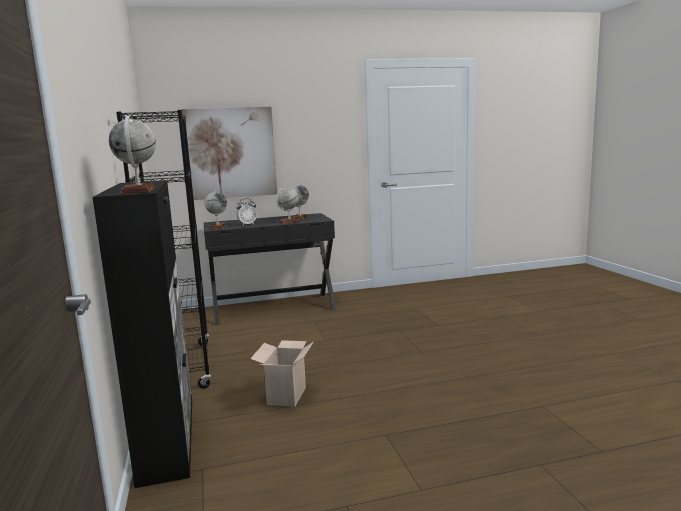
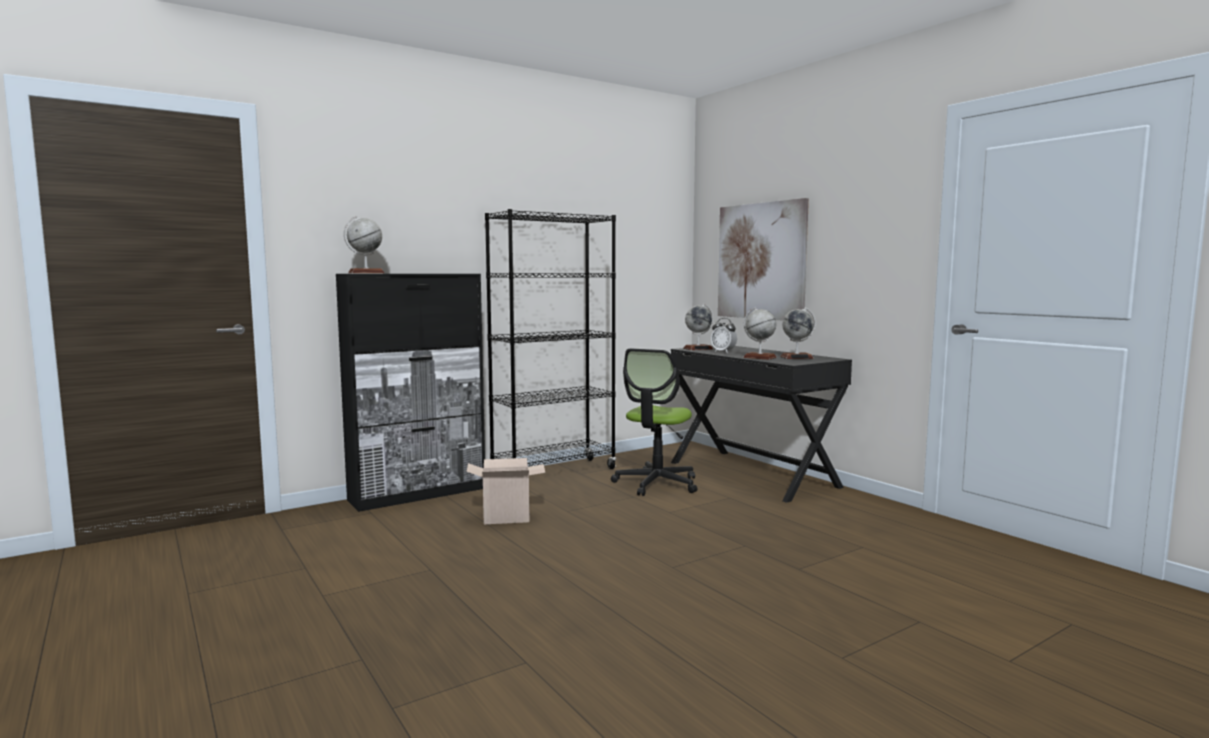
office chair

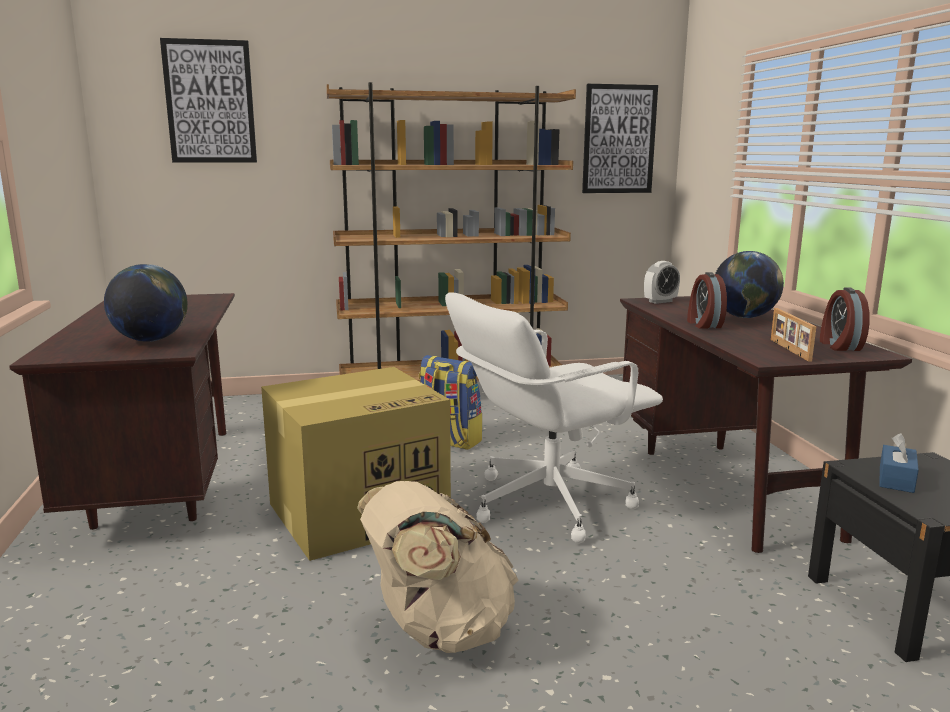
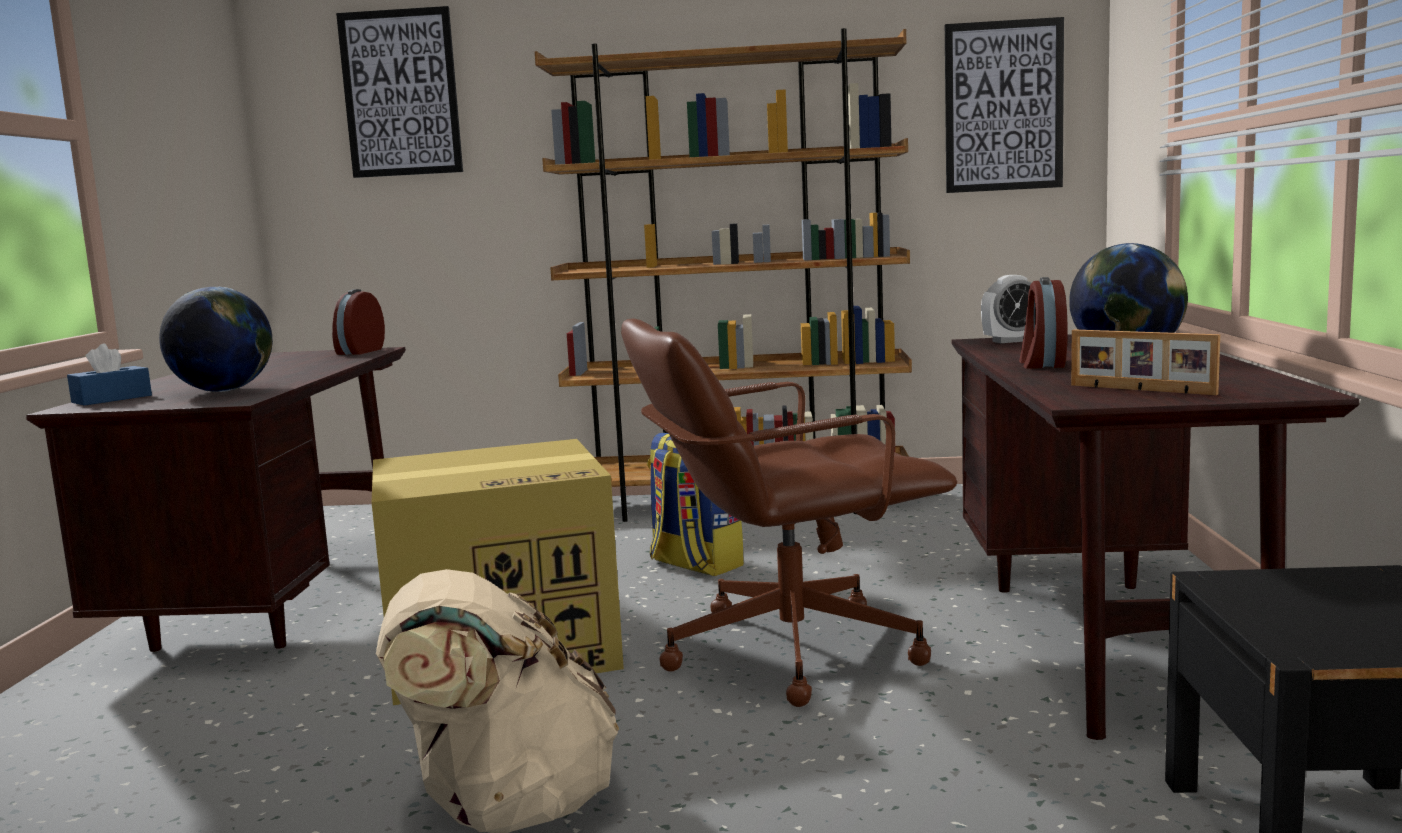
office chair/brown
picture frame
alarm clock (1st from left)
tissue box/blue

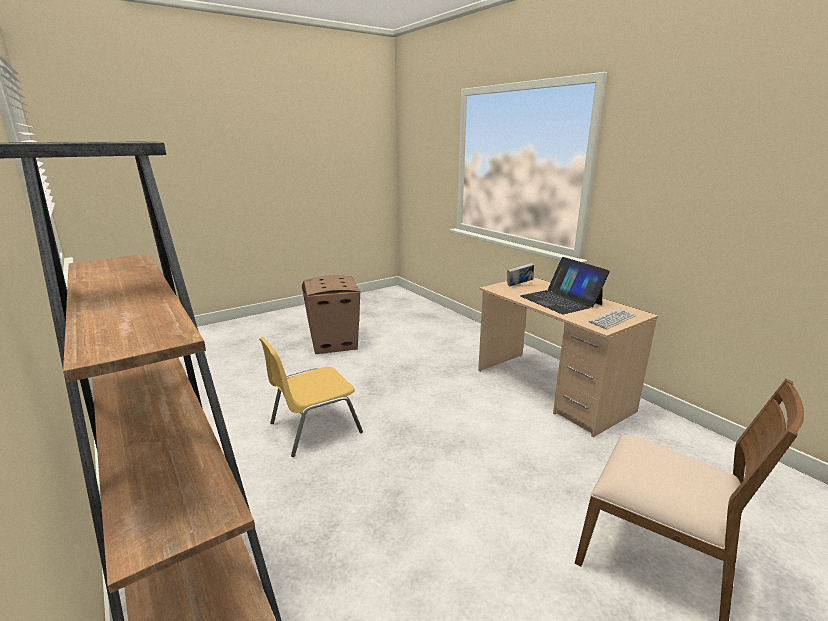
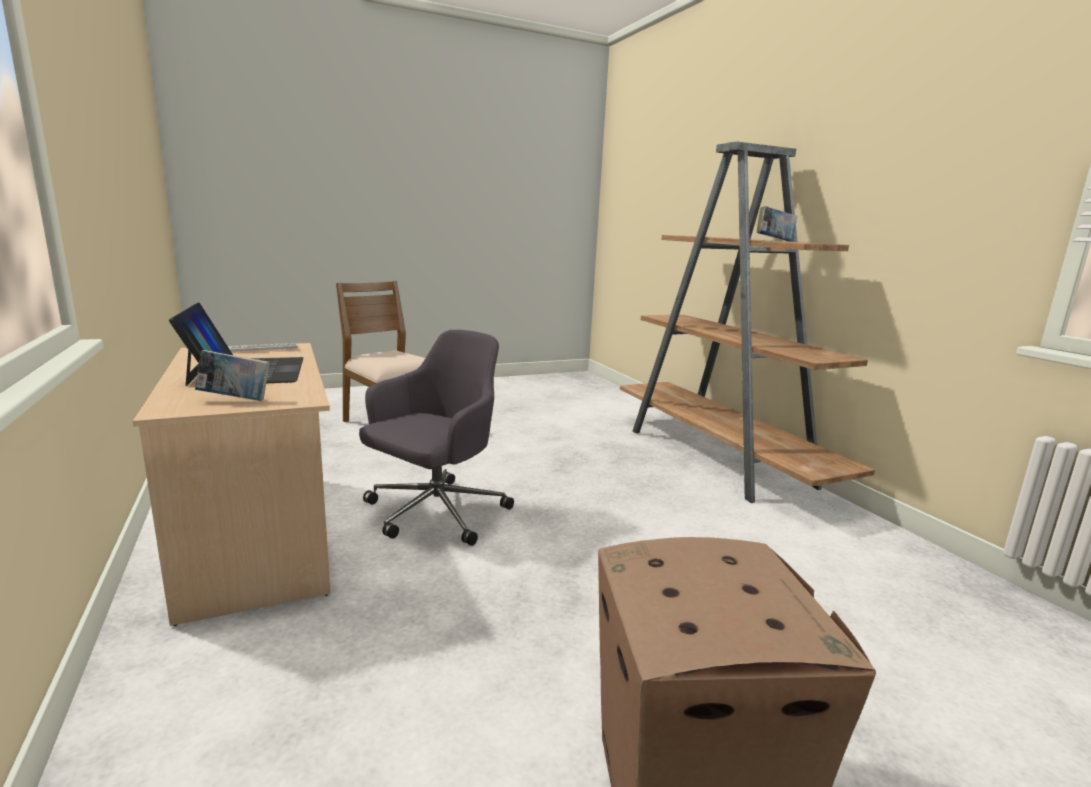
chair/yellow
office chair/grey
book (2nd from left)

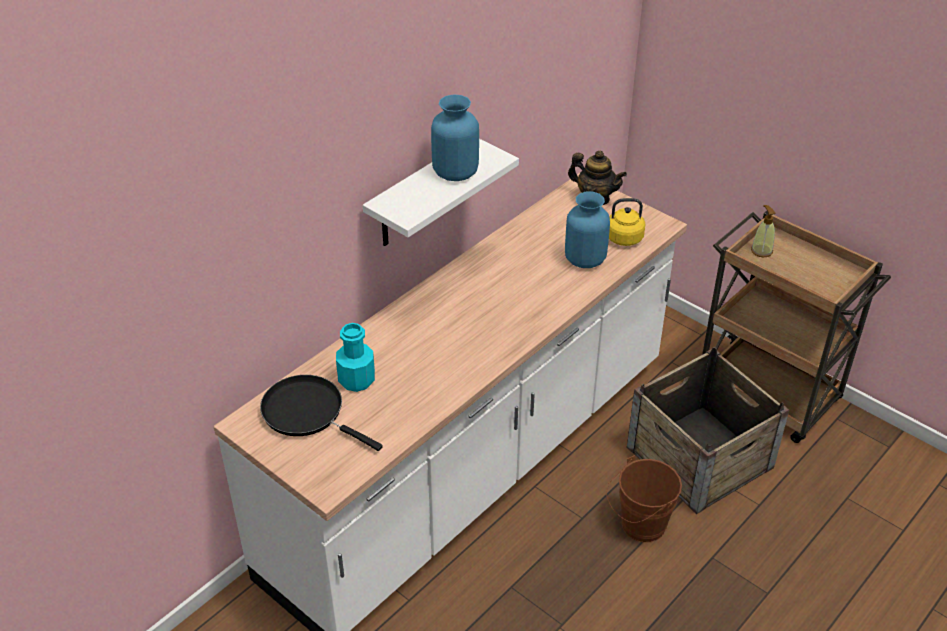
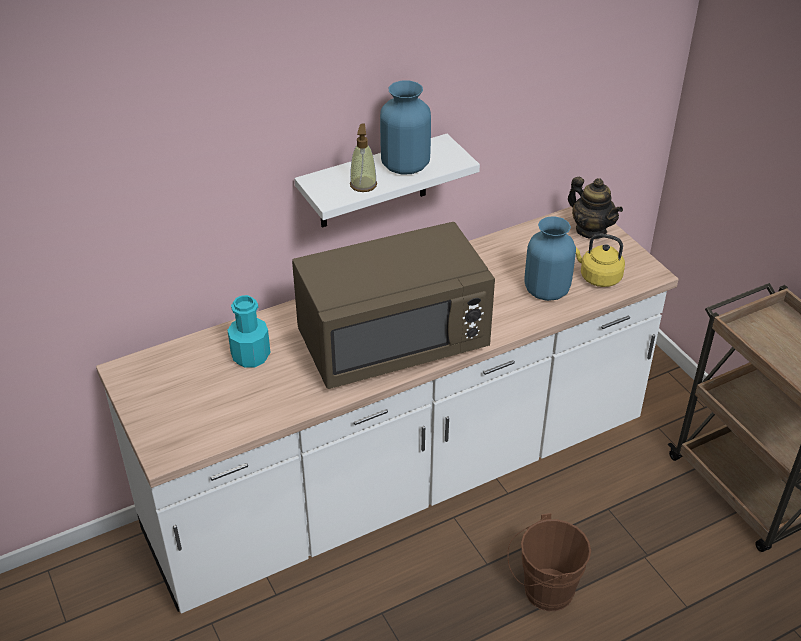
frying pan/black
crate
soap dispenser
microwave/brown

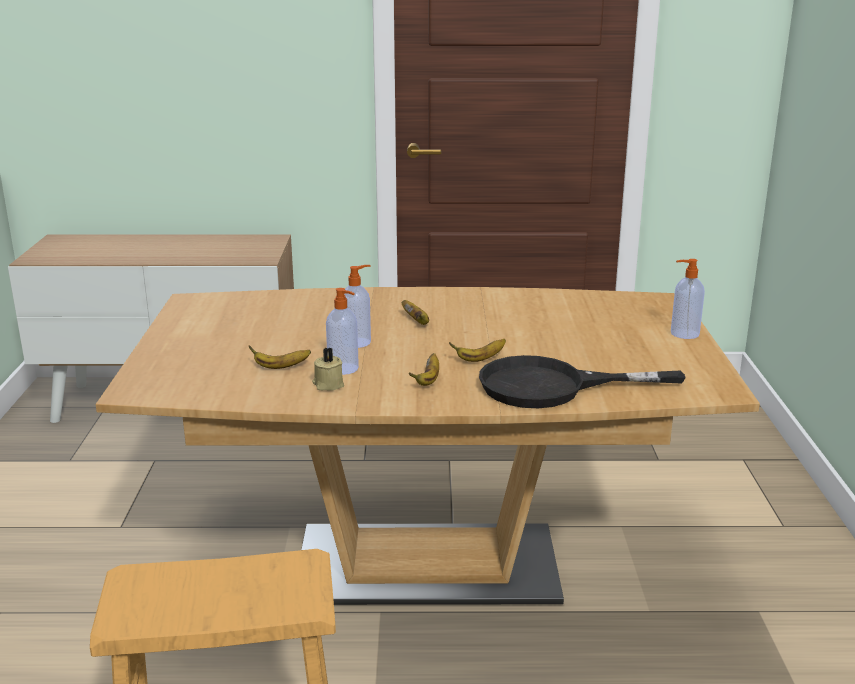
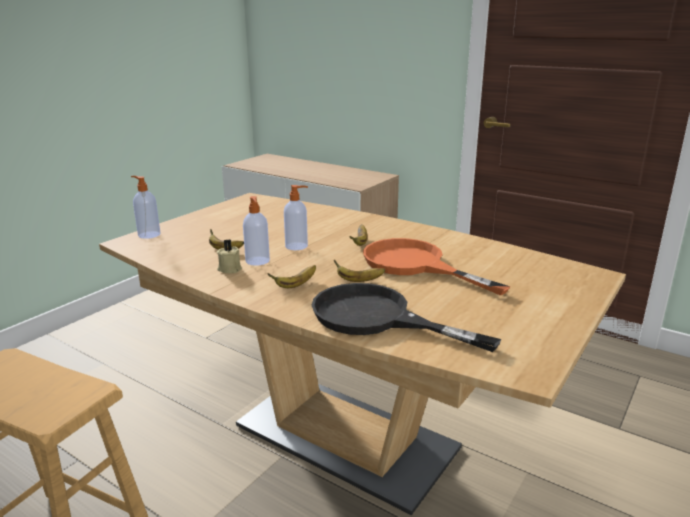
soap dispenser (1st from left)
frying pan/orange

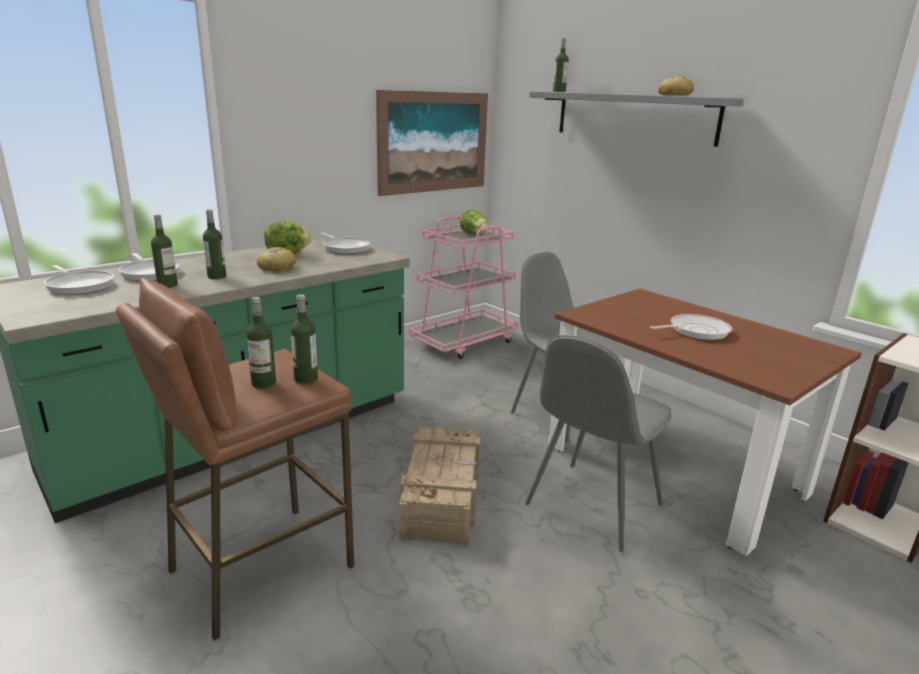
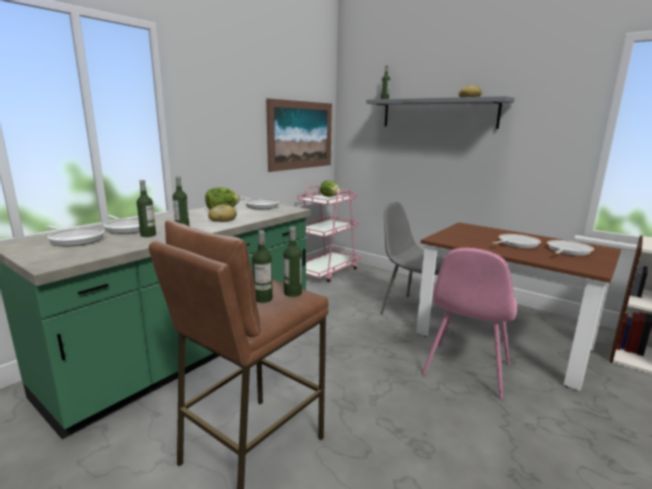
crate
chair/pink
frying pan (5th from left)

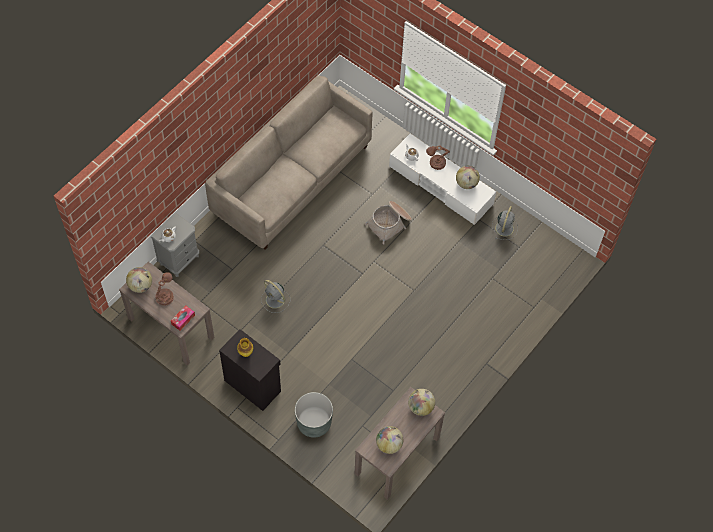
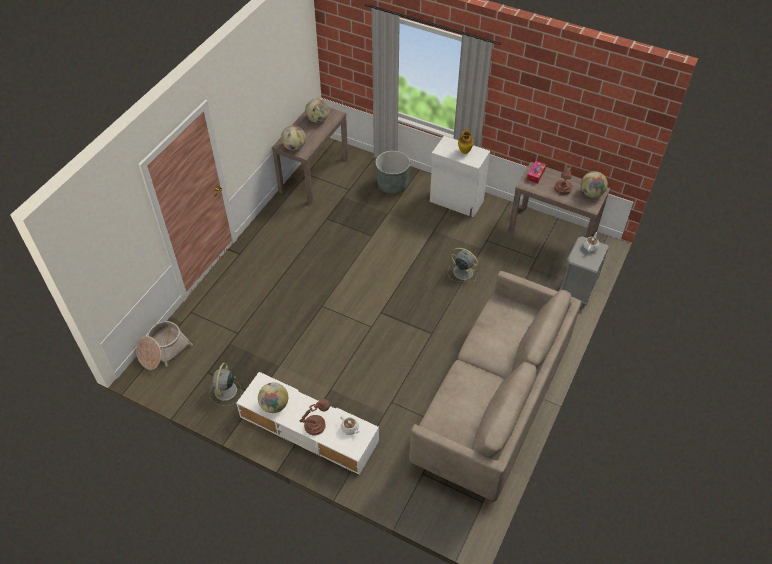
cabinet/white
basket

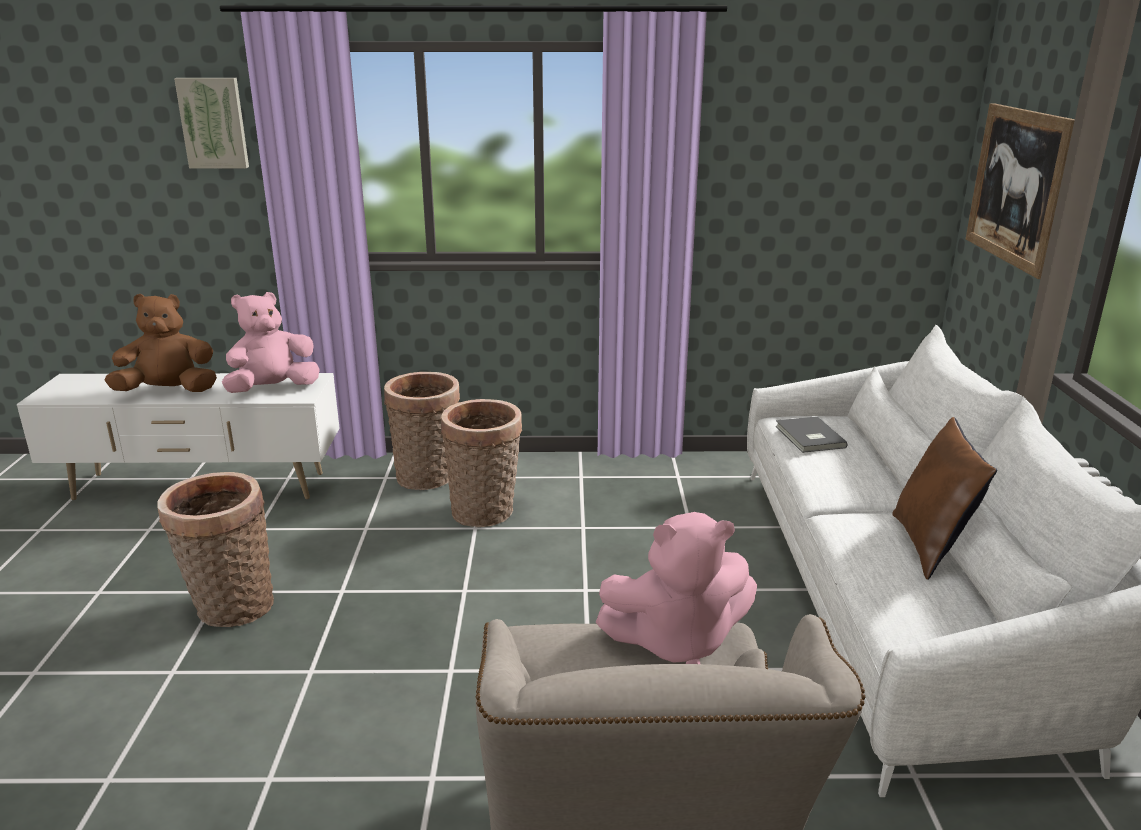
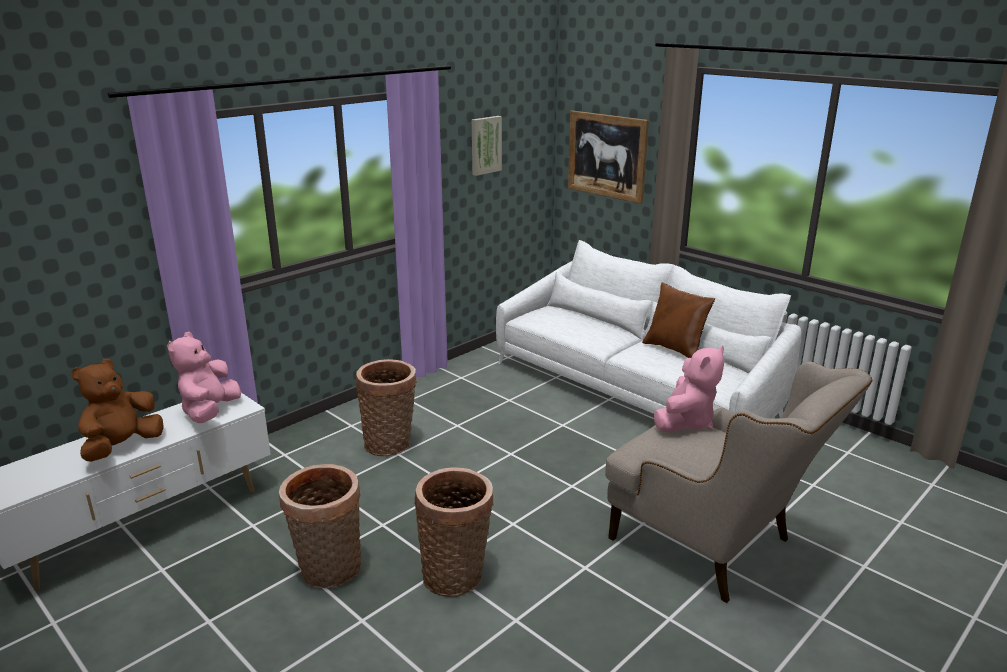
picture (1st from left)
basket (3rd from left)
book/grey

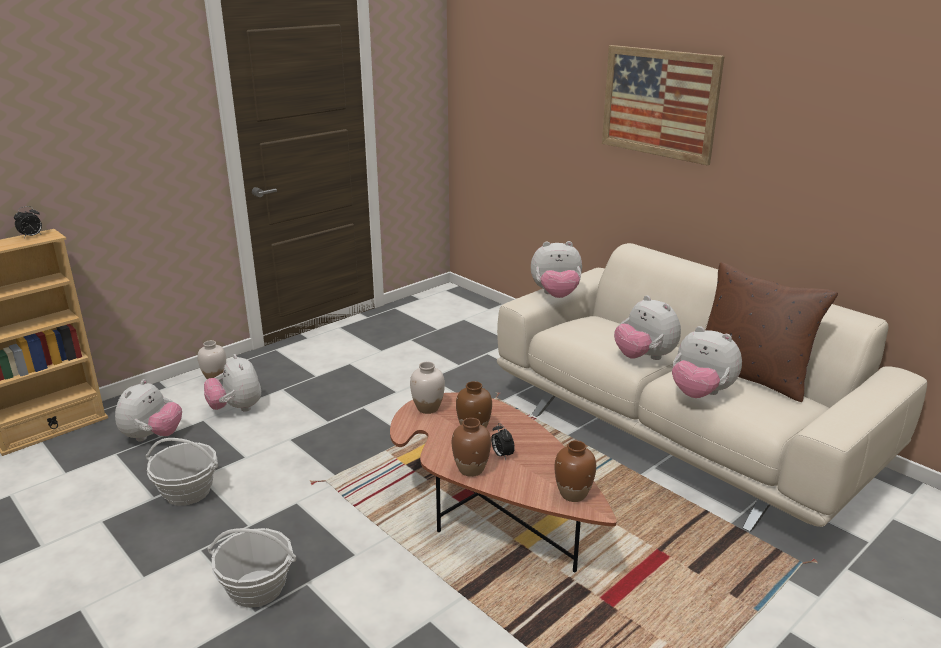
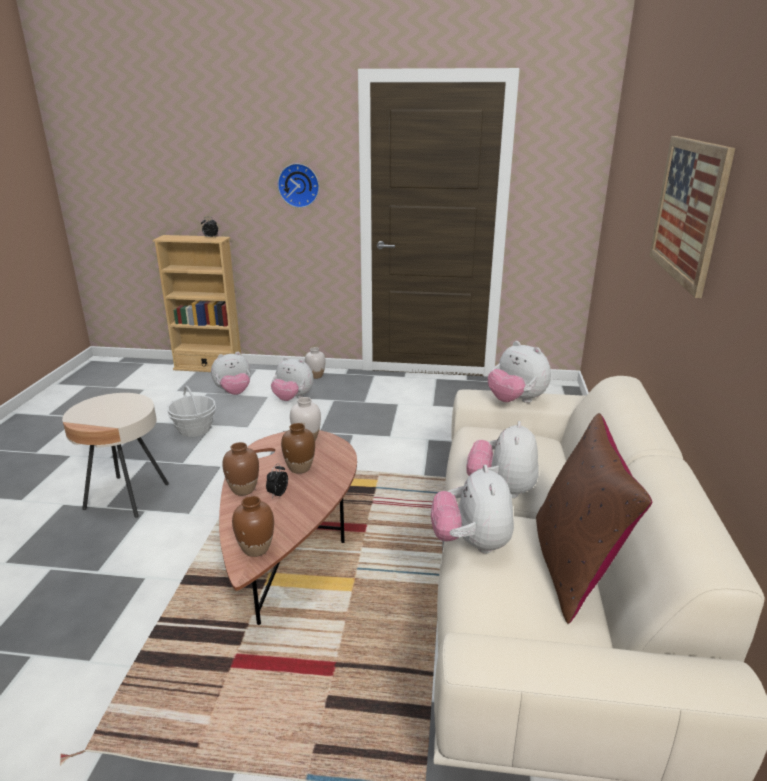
plush toy (2nd from left)
side table/beige
wall clock

